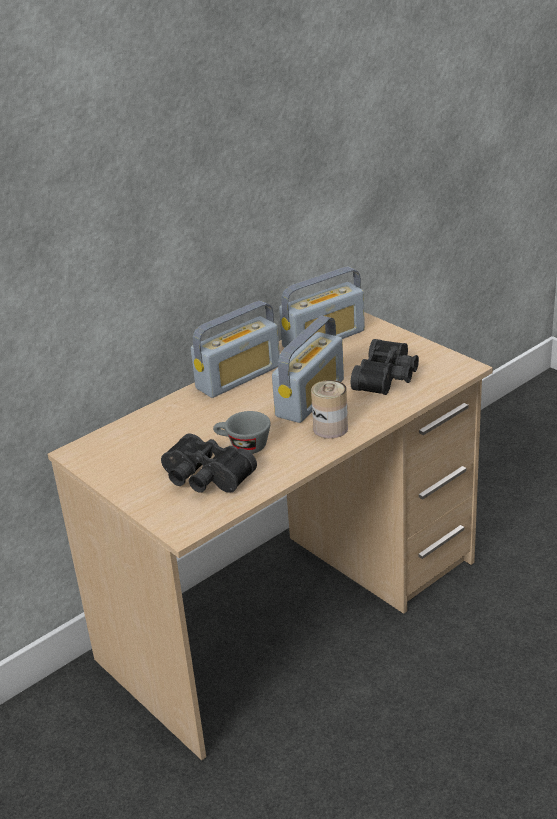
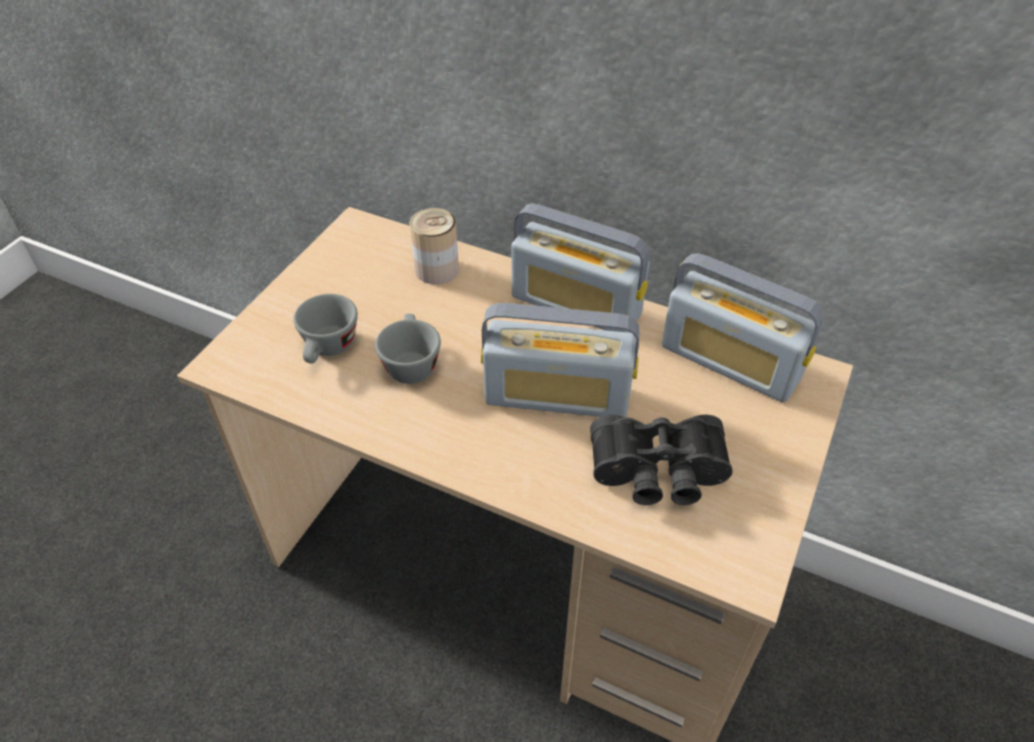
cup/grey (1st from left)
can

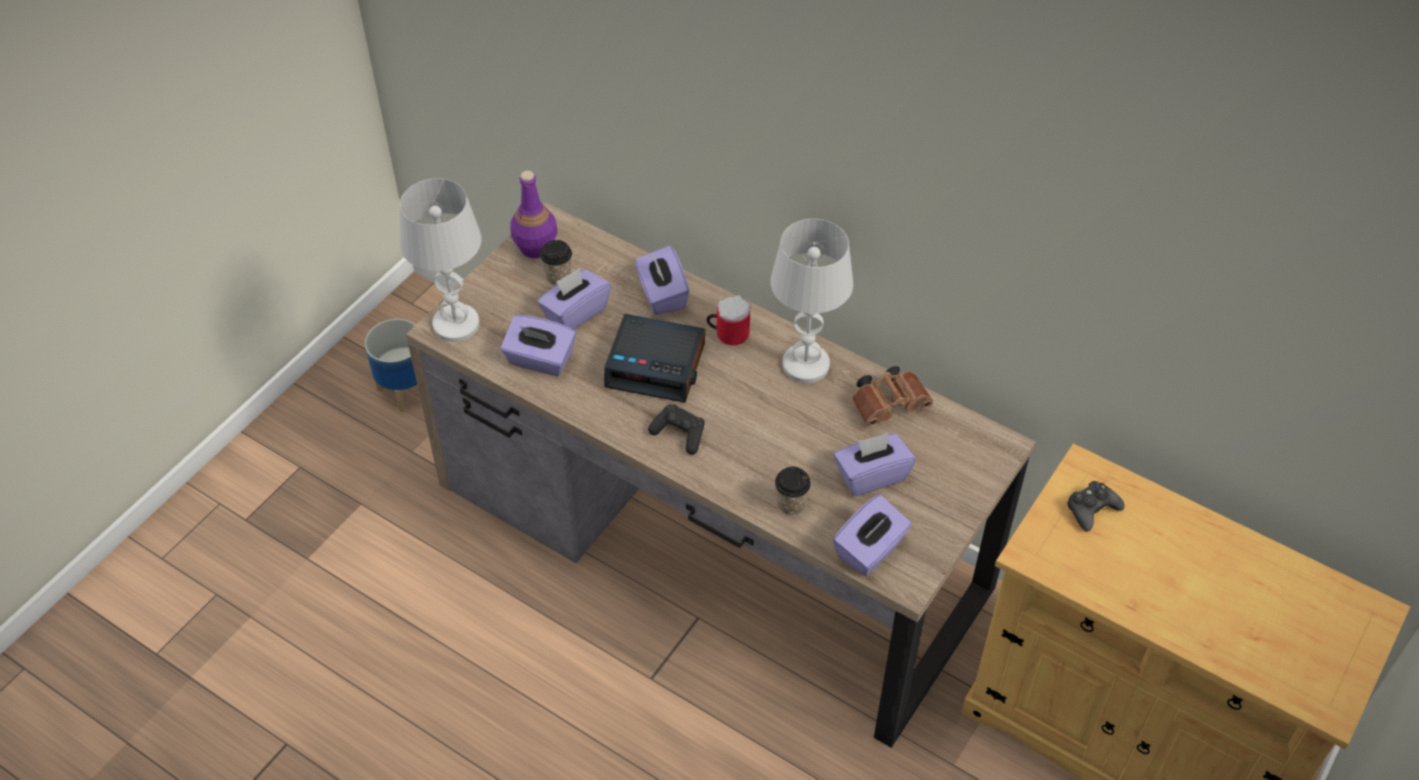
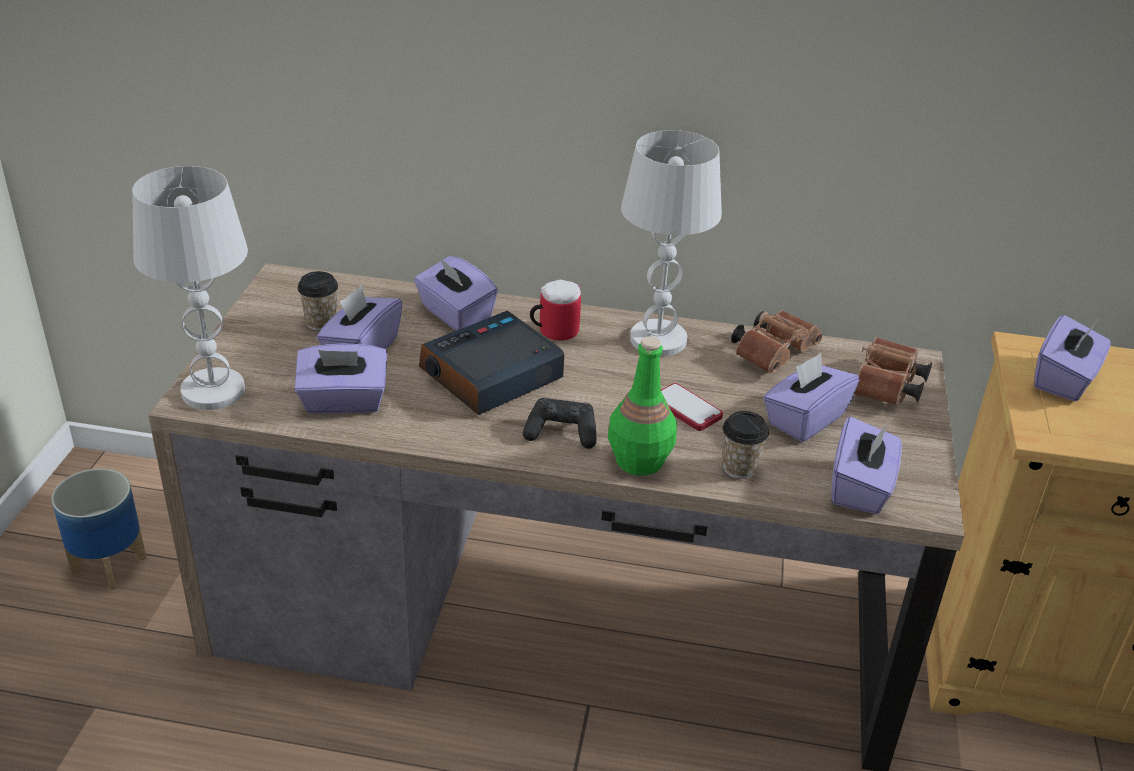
bottle/purple
alarm clock
tissue box/purple (6th from left)
bottle/green
phone
binoculars/brown (2nd from left)

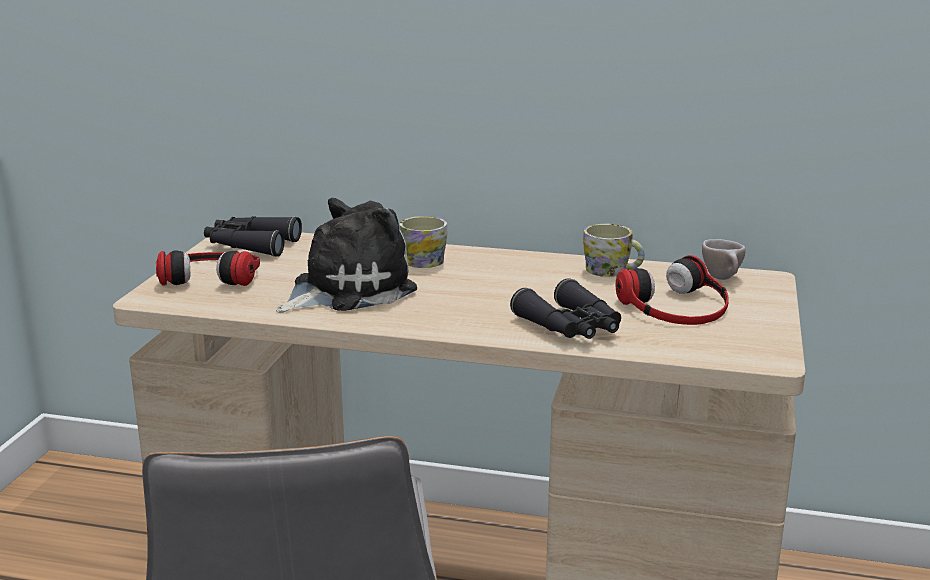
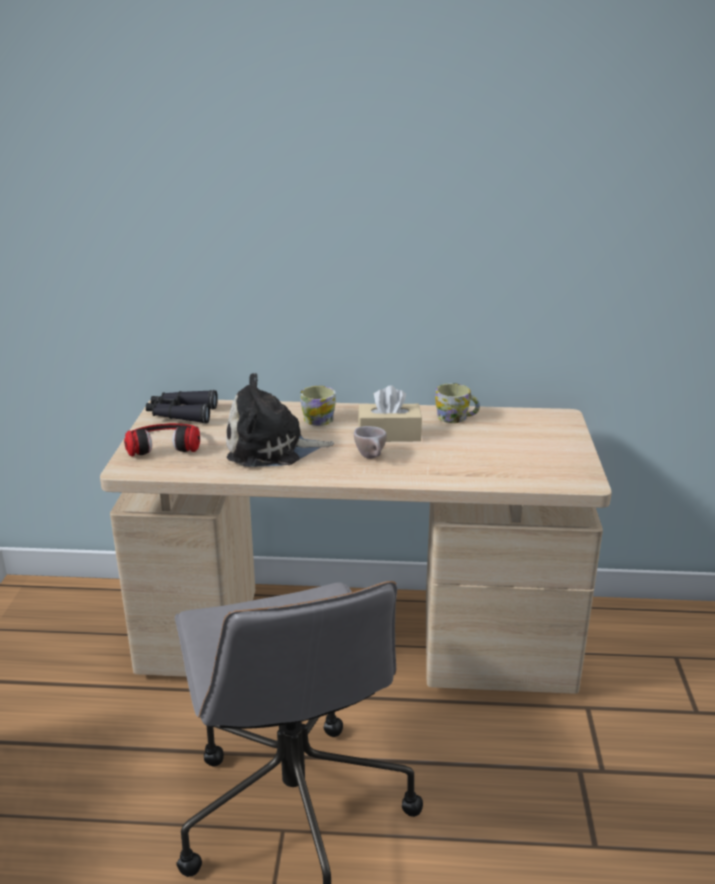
plush toy
binoculars/black (2nd from left in the first image)
headphones (2nd from left in the first image)
cup/beige
tissue box/beige

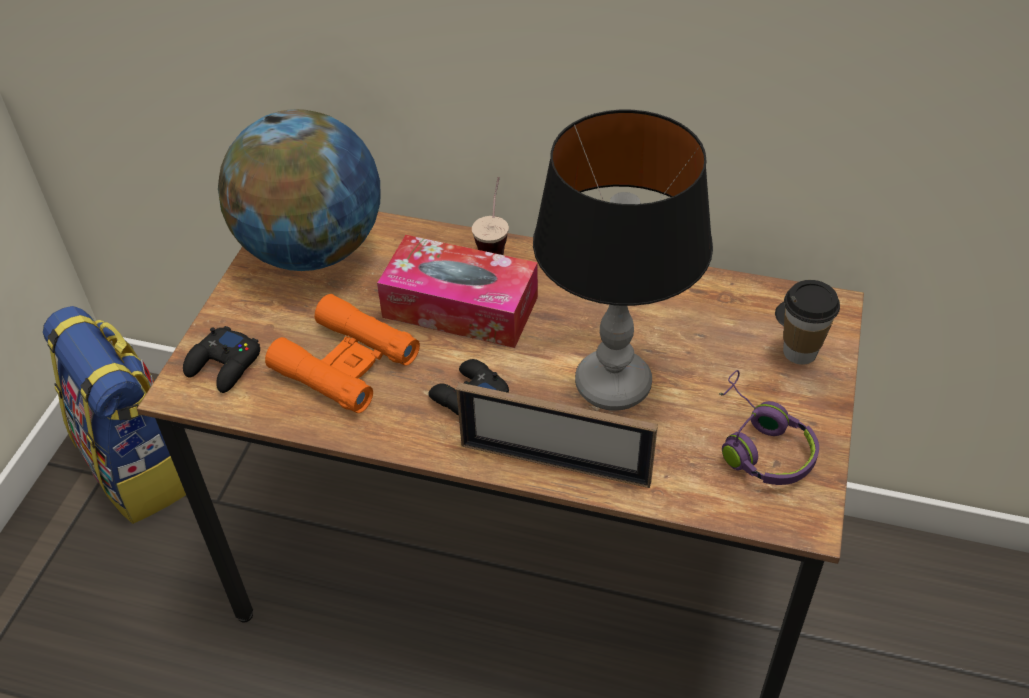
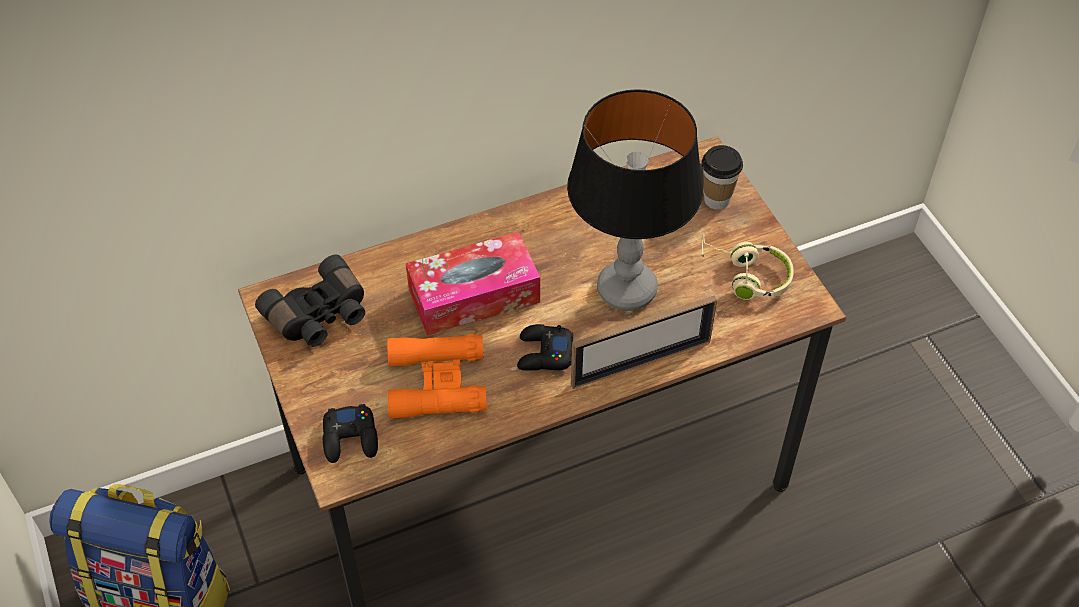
binoculars/black
cup (1st from left in the first image)
headphones/beige

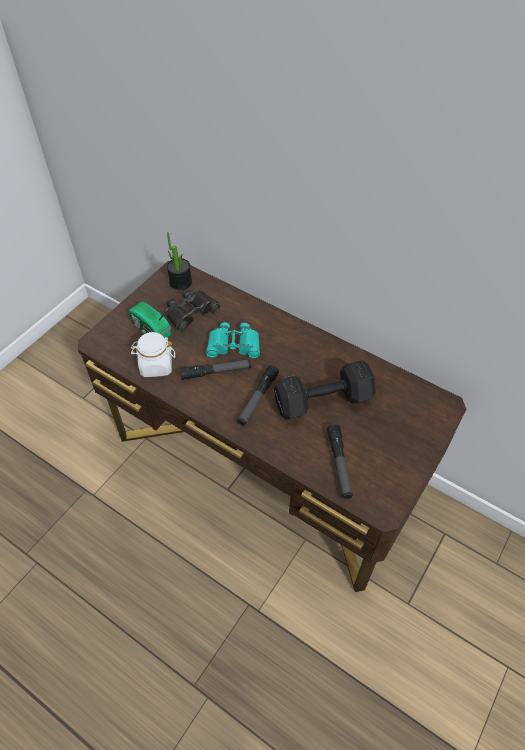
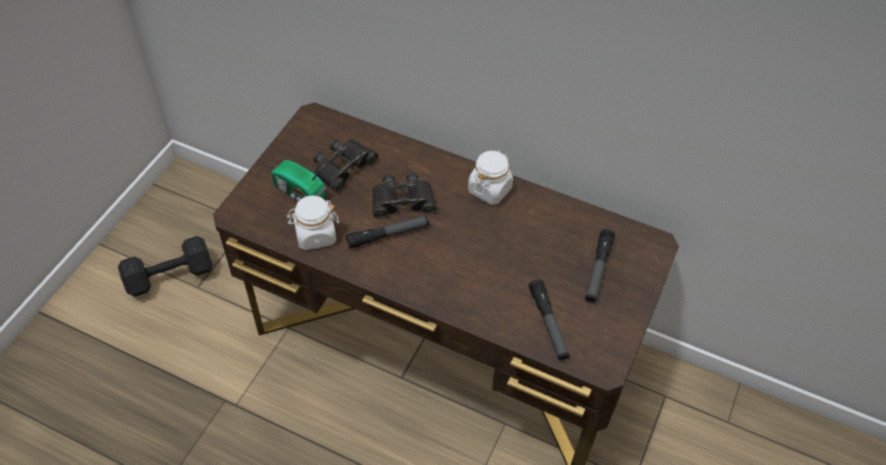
potted plant
binoculars/black (2nd from left)
flashlight (3rd from left)
dumbbell/black
jar/white (2nd from left)

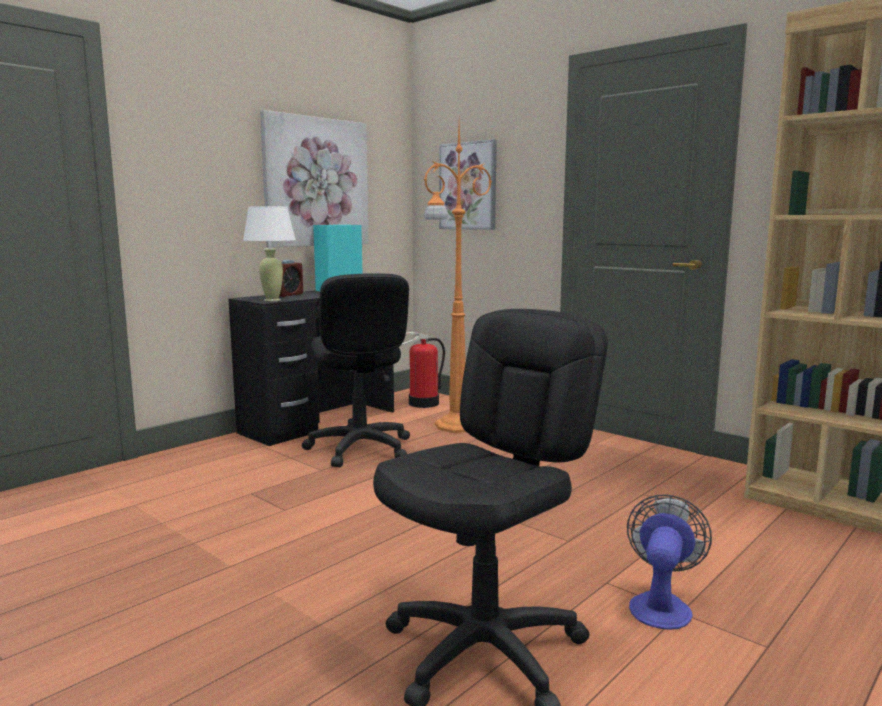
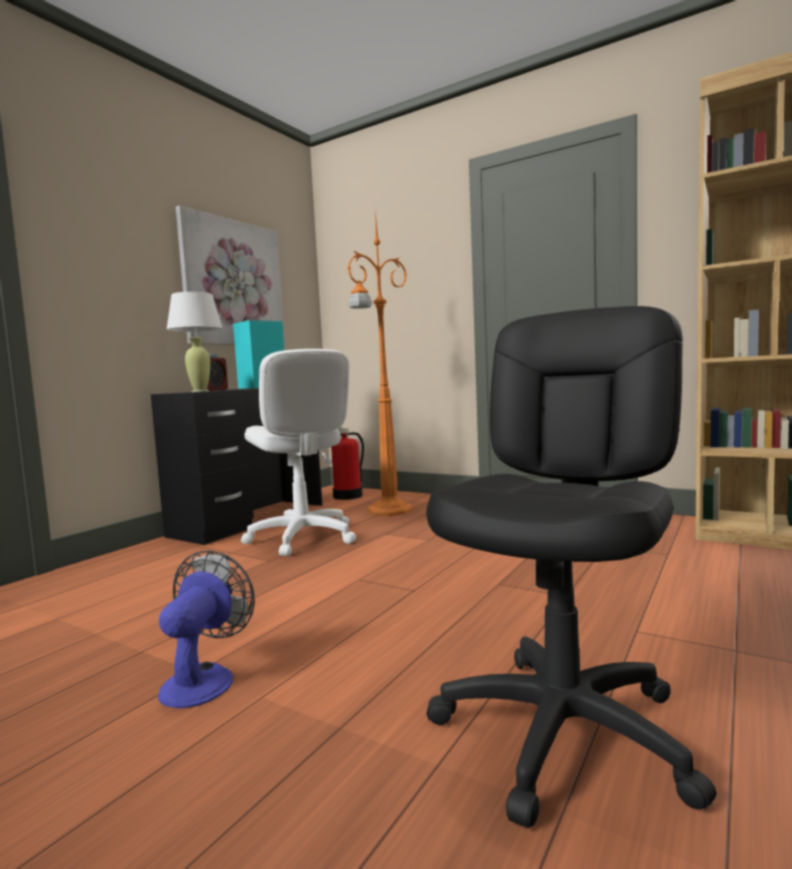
office chair/white
picture (2nd from left in the first image)
fan

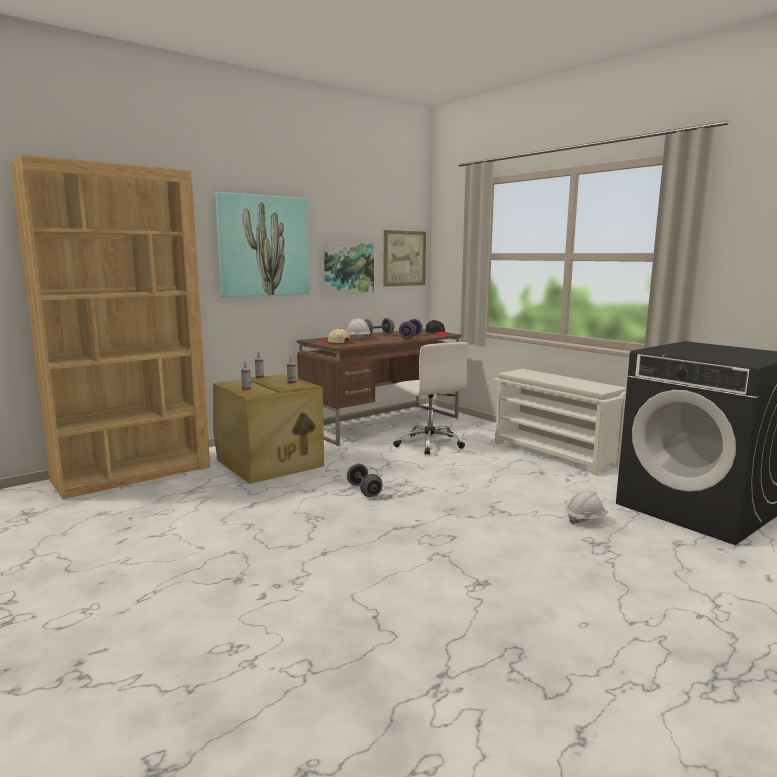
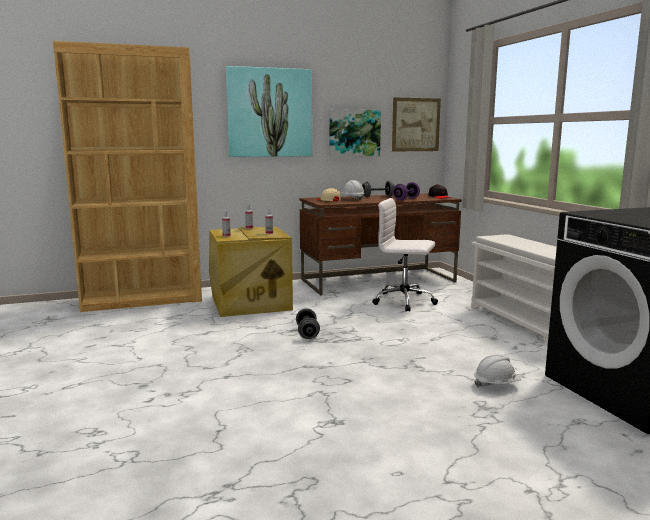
office chair/white

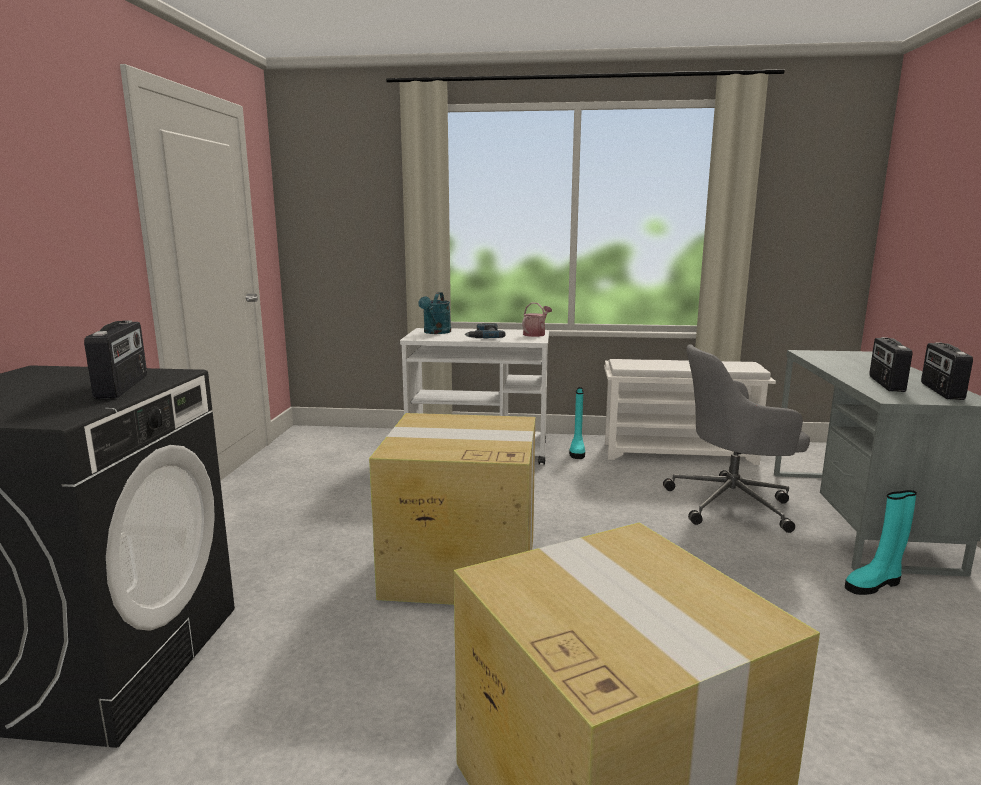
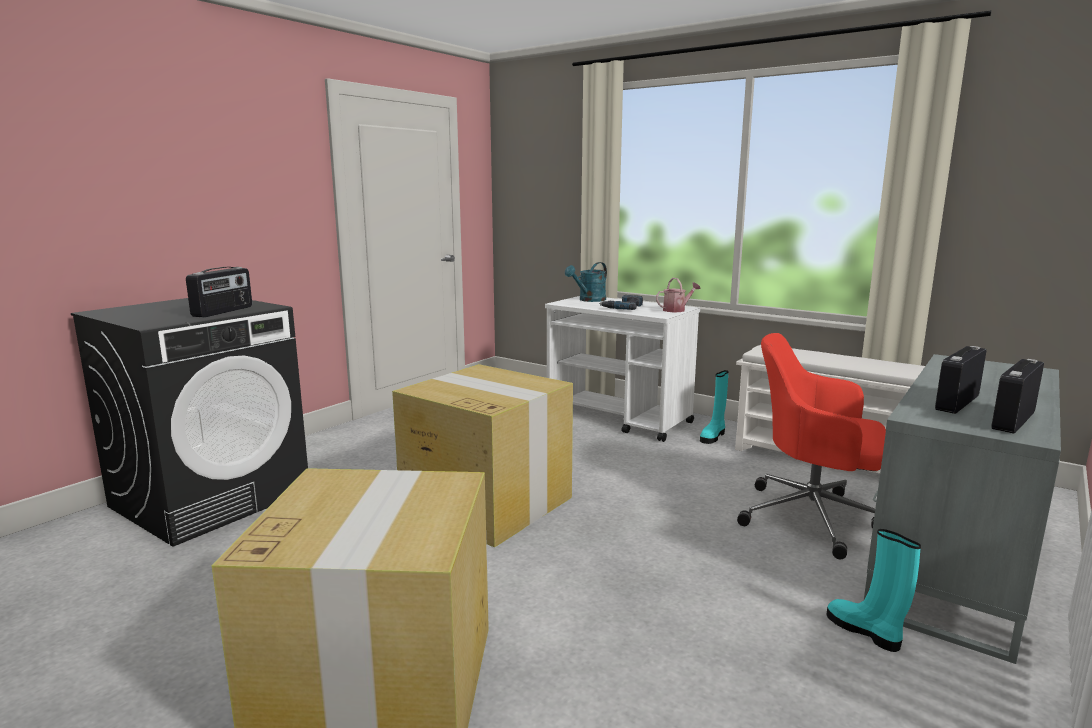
office chair/red
boot/turquoise (2nd from left)

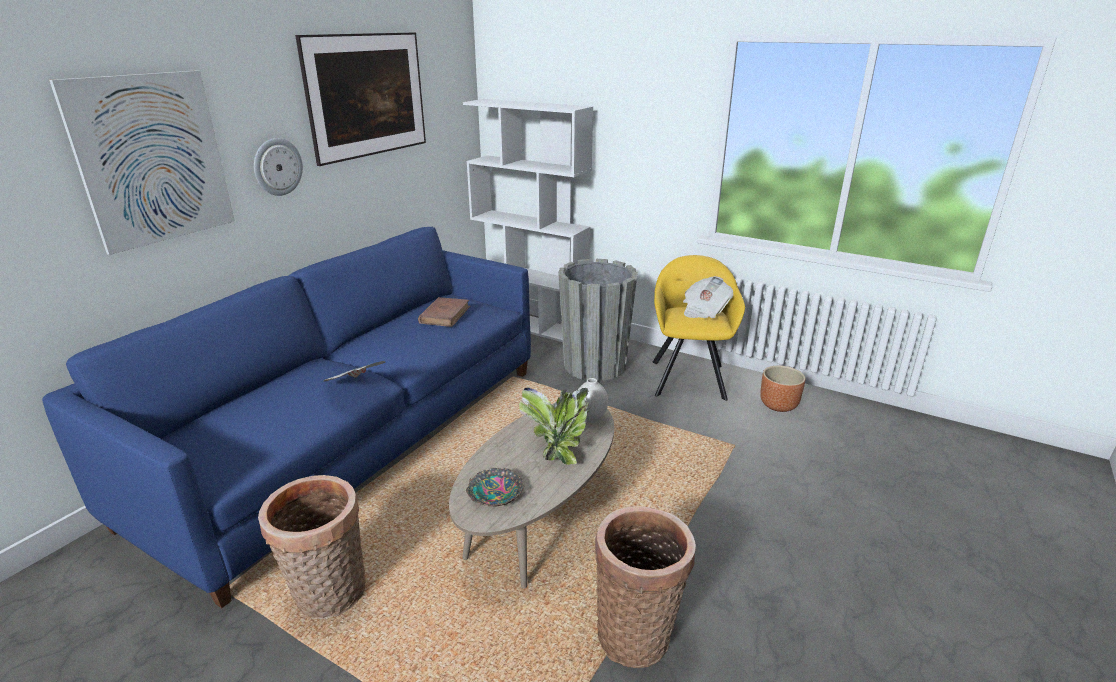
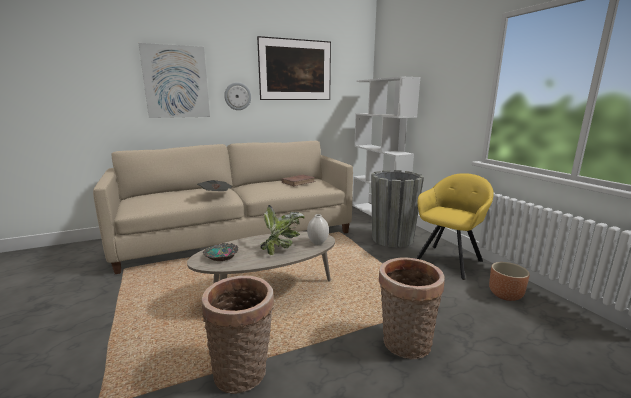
sofa/beige
basket (2nd from left)
newspaper (2nd from left in the first image)

